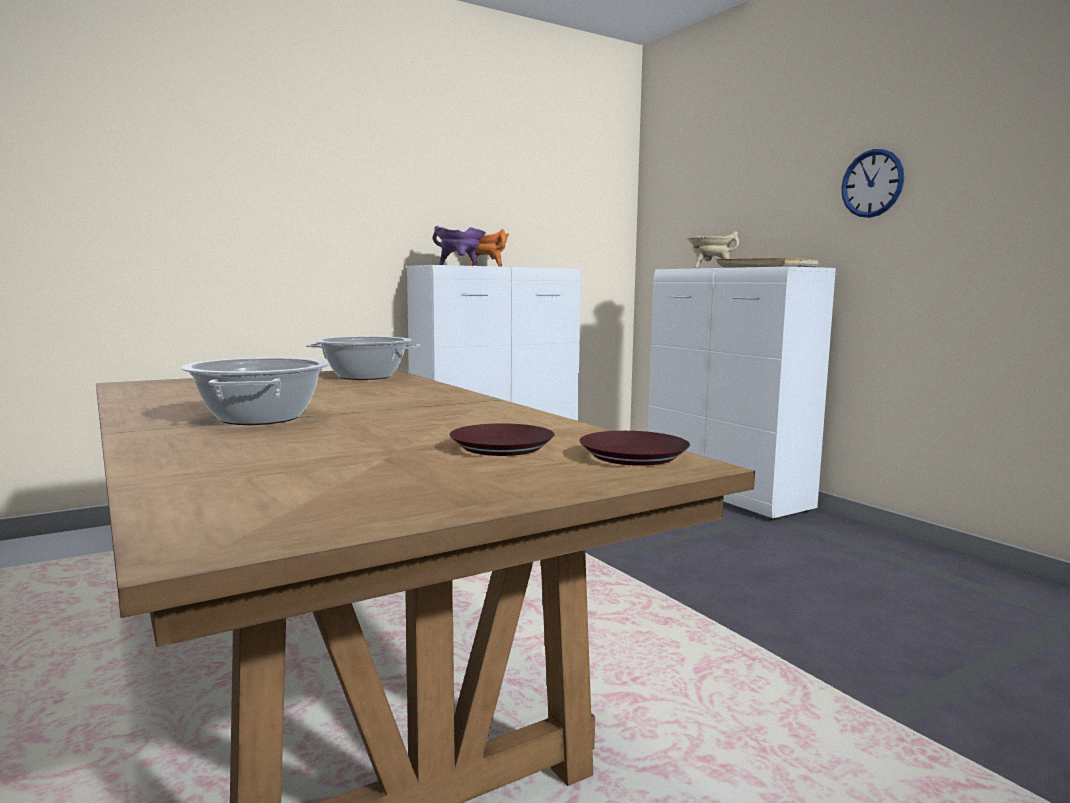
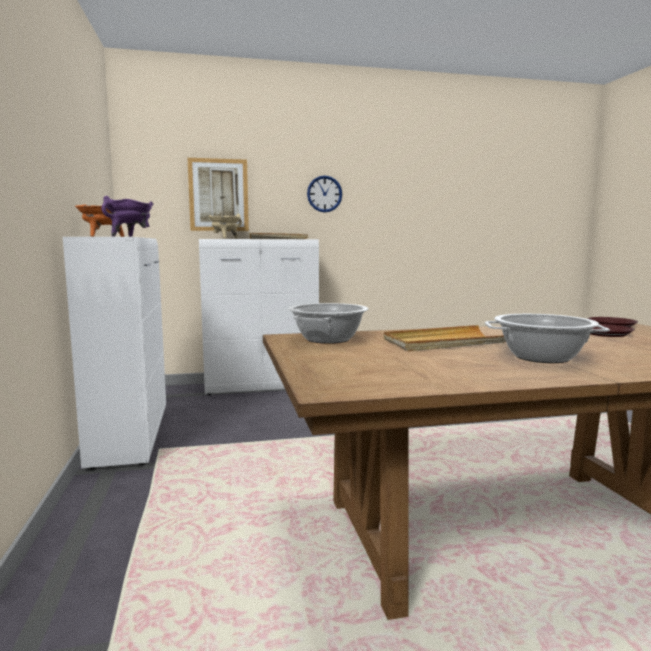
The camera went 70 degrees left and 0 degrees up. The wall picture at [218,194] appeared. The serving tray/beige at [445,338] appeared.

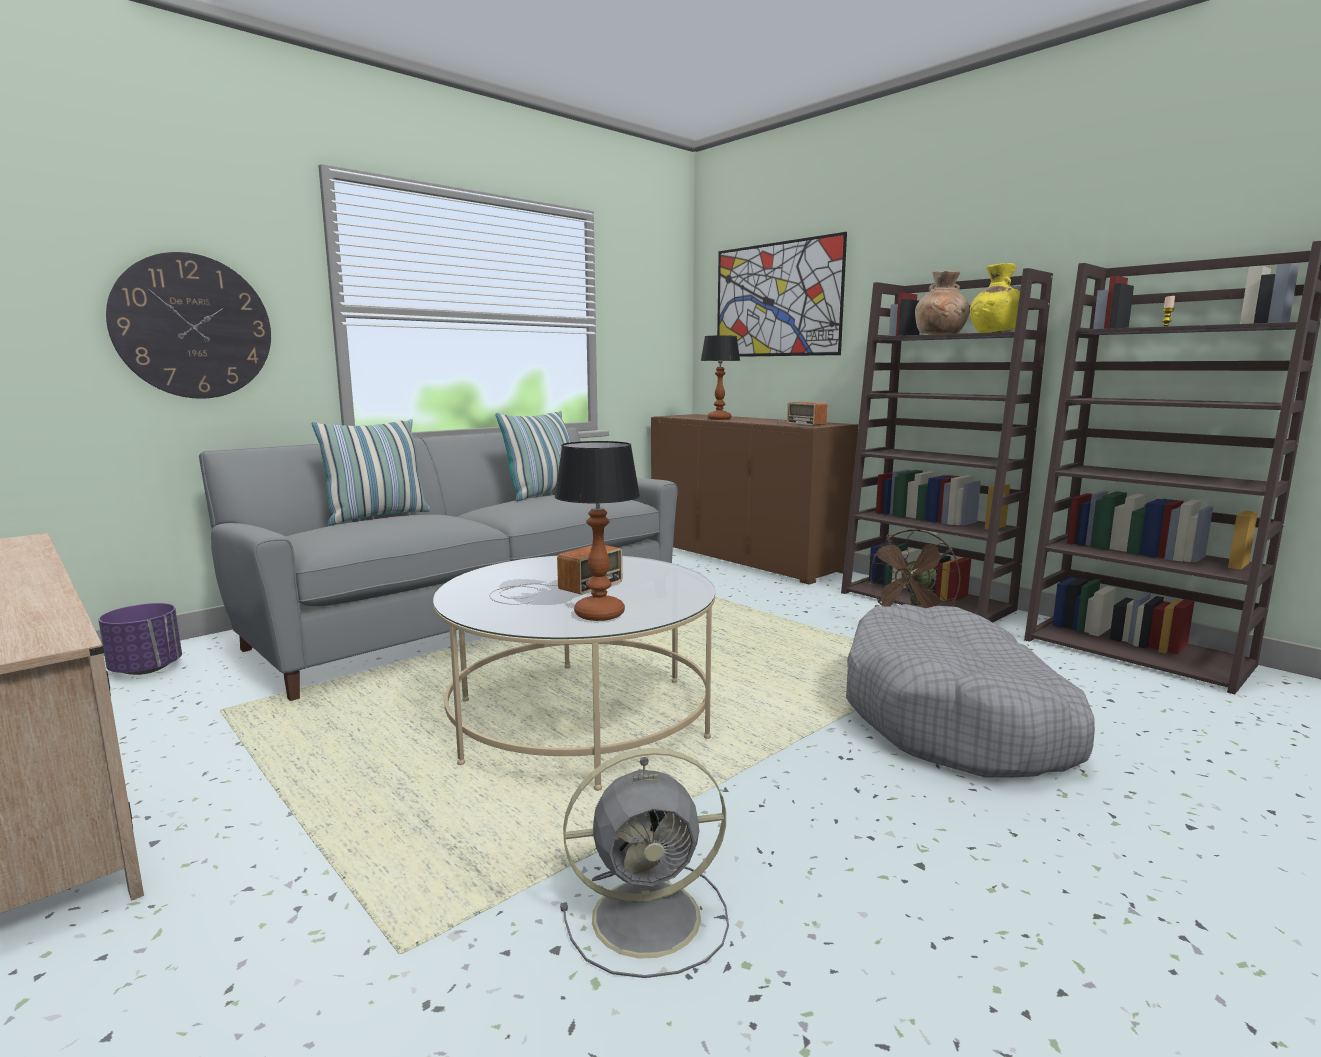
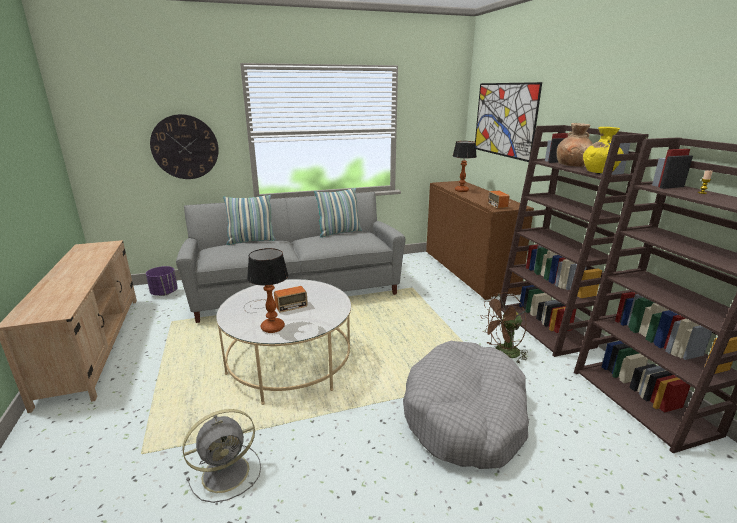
The camera went 25 degrees right and 10 degrees up. The electric fan/gray at [644,863] turned 45 degrees counterclockwise.

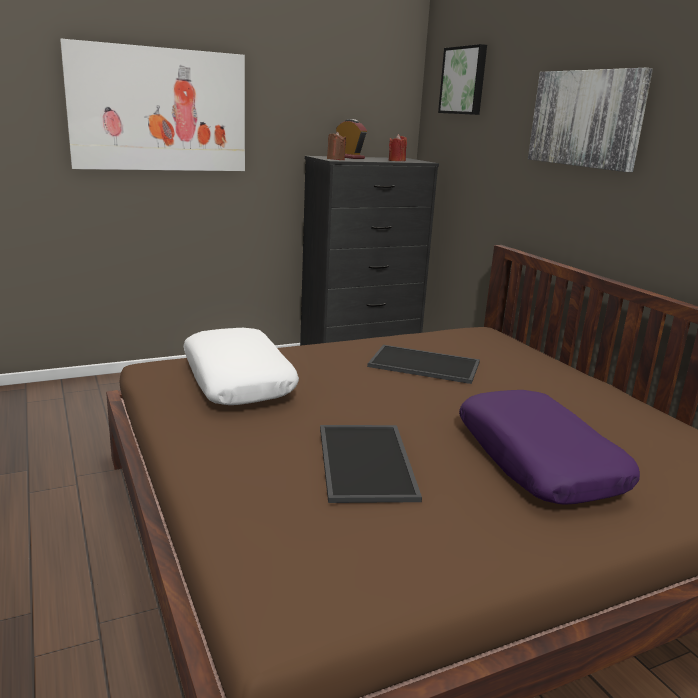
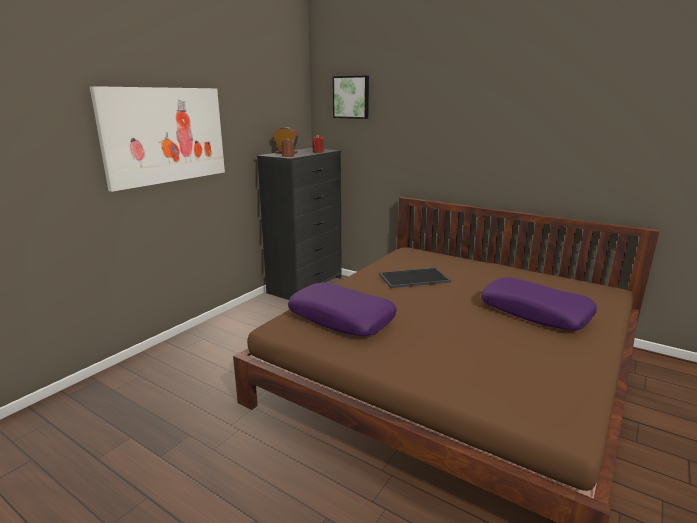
The camera went 30 degrees left and 0 degrees up. The serving tray at [371,464] disappeared. The wall picture at [590,120] disappeared. The pillow/whitish at [241,366] became the pillow/purple at [342,309].

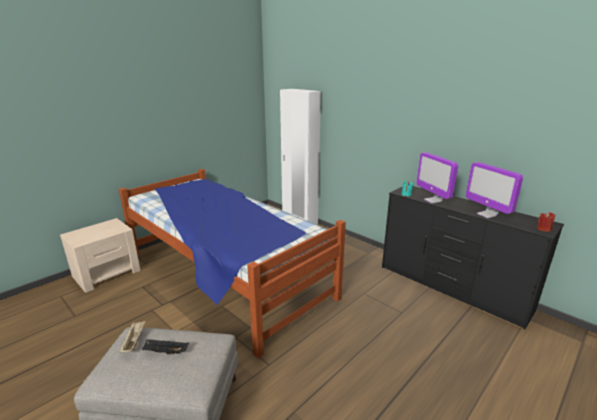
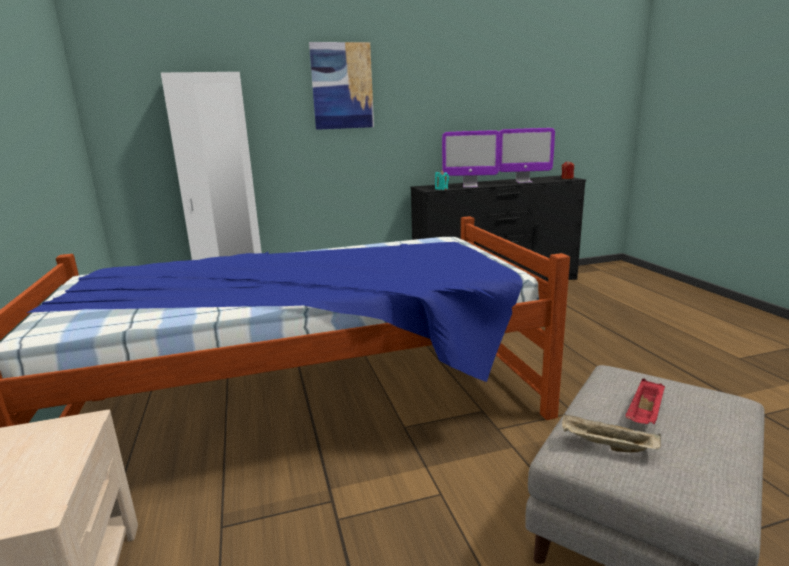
The camera went 60 degrees left and 5 degrees down. The wall picture at [341,86] appeared. The serving tray/black at [165,347] became the serving tray/red-coloured at [645,401].

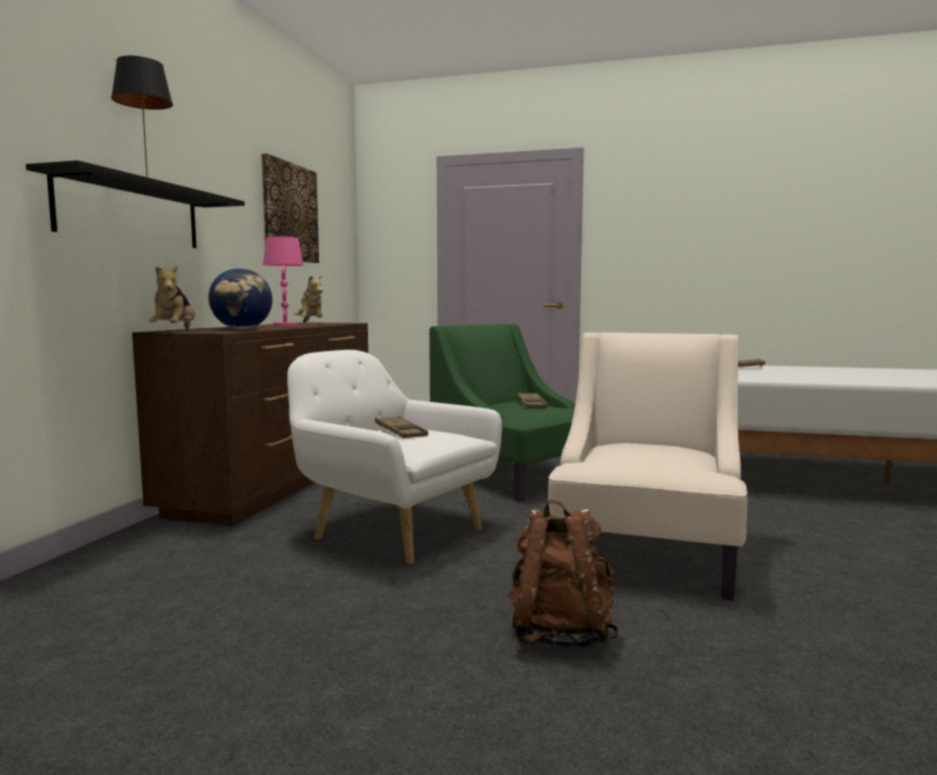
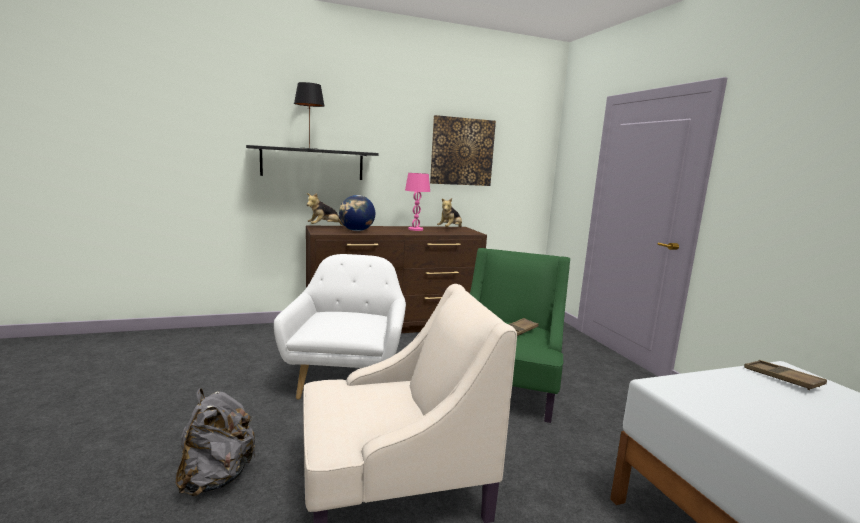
The camera went 55 degrees right and 5 degrees up. The serving tray/brownish at [401,427] disappeared. The rucksack/brownish at [563,574] became the rucksack/gray at [216,442].

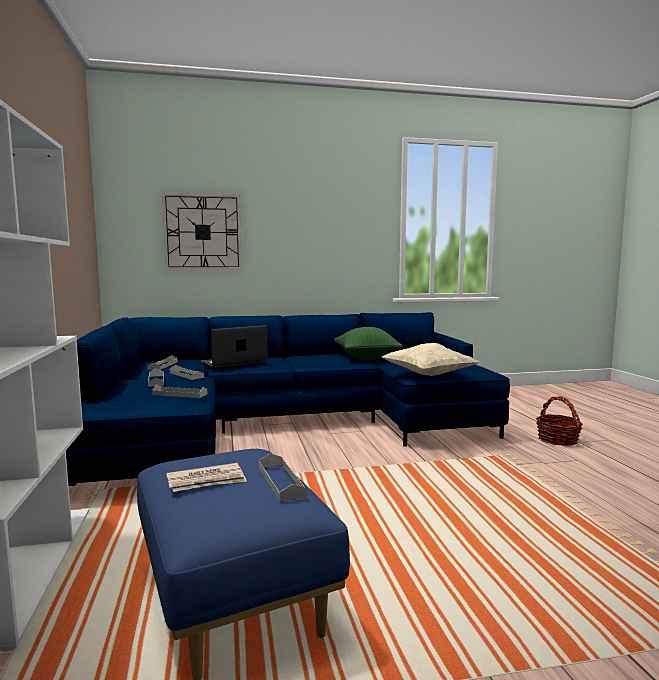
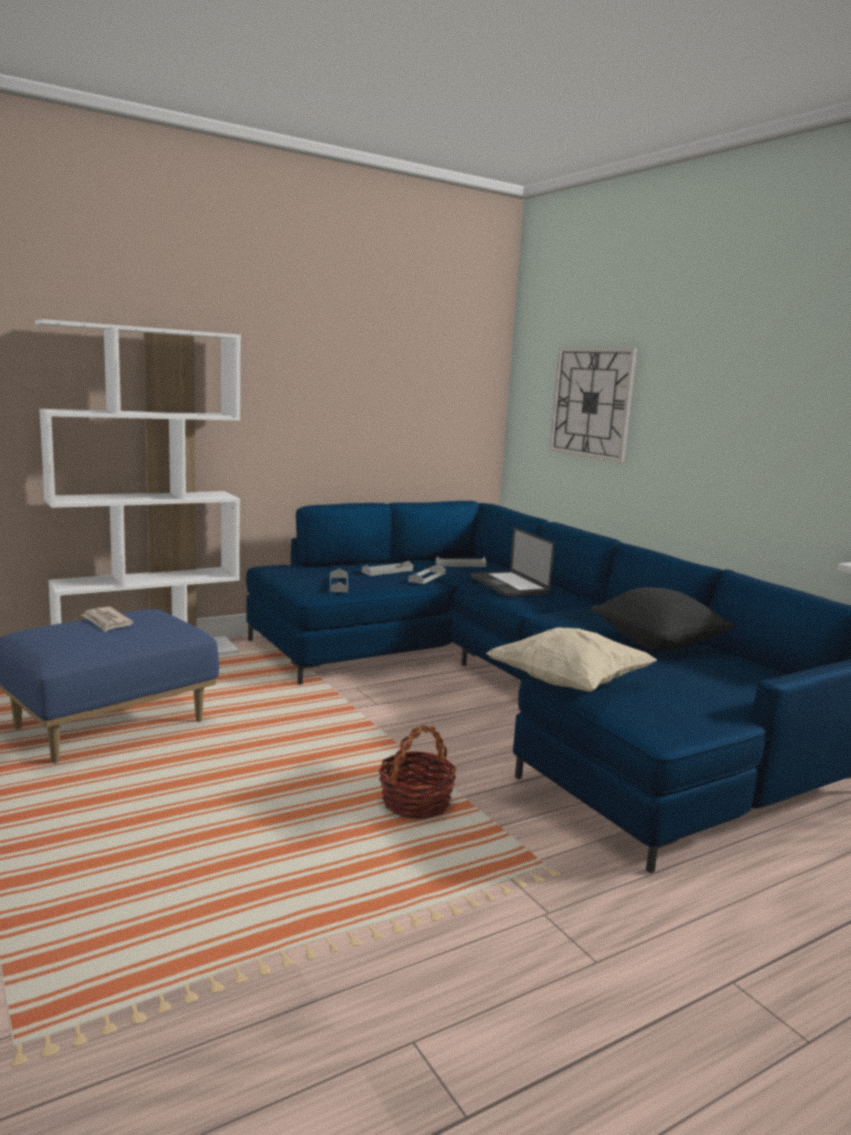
The camera went 70 degrees right and 5 degrees up. The serving tray/gray at [283,477] disappeared. The household basket moved from [559,421] to [417,772]. The pillow/greenish at [368,343] became the pillow/black at [662,619]. The laptop at [234,347] turned 150 degrees counterclockwise.

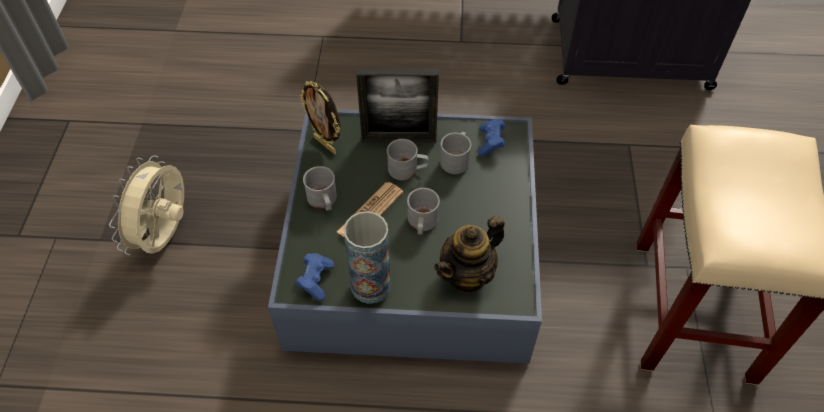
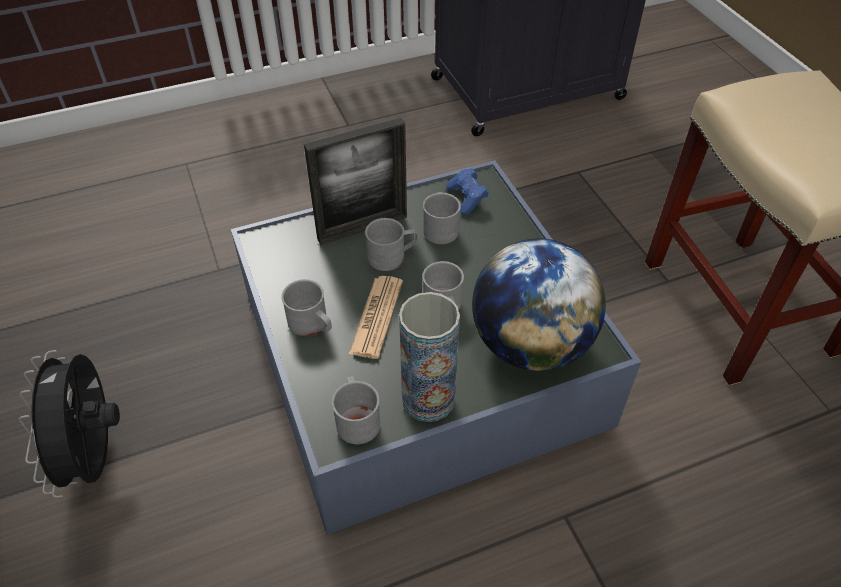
The camera went 25 degrees left and 5 degrees down. The picture frame at [320,117] disappeared. The game controller/blue-coloured at [315,277] was replaced by the mug/gray at [356,410]. The teapot at [469,254] was replaced by the globe at [539,304]. The electric fan/beige at [146,205] became the electric fan/black at [69,424].

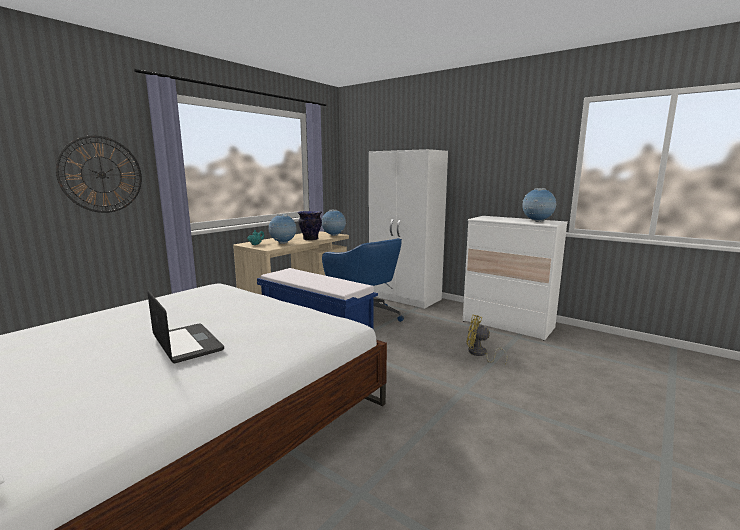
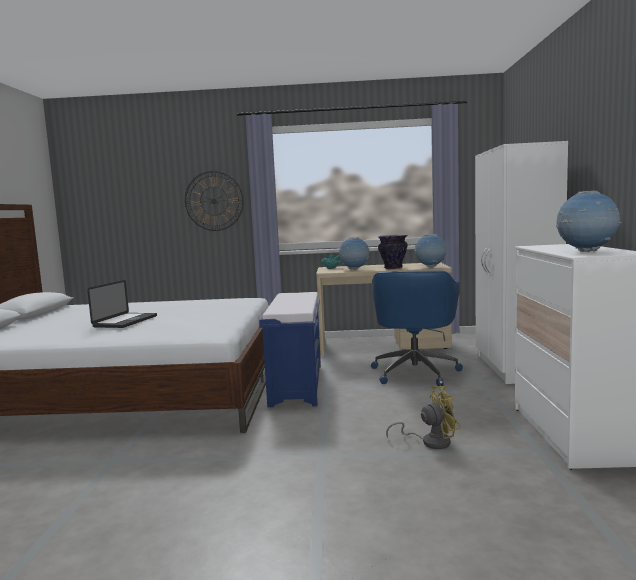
The camera went 55 degrees right and 5 degrees down. The electric fan/yellowish at [487,339] turned 90 degrees clockwise.

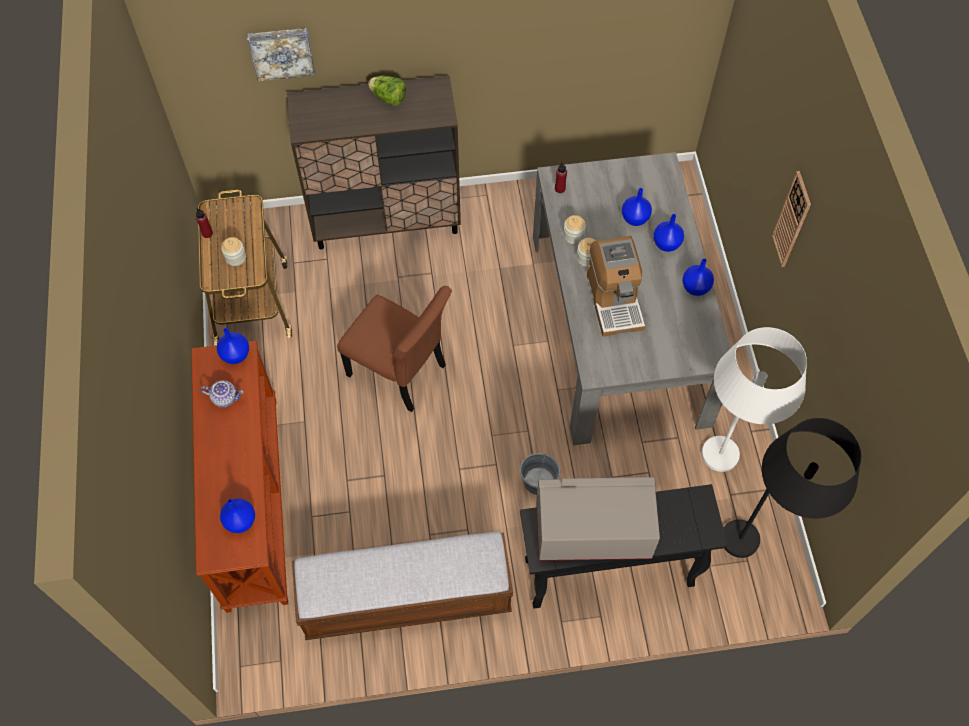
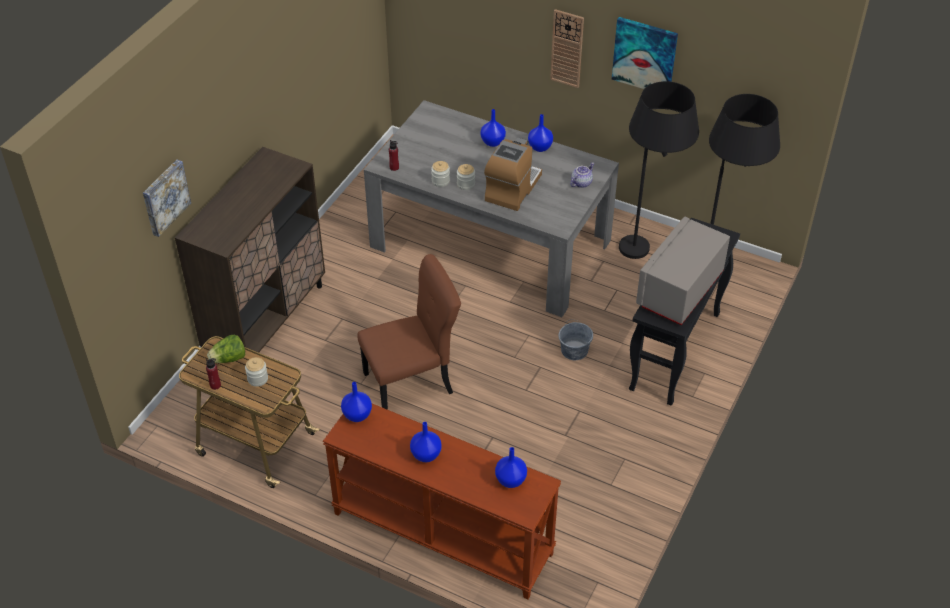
The camera went 55 degrees left and 15 degrees down. The indoor bench at [402,585] disappeared. The wall picture at [645,53] appeared. The teapot moved from [222,394] to [582,175]. The lettuce head moved from [387,91] to [226,349]. The vase/blue-coloured moved from [637,207] to [426,442]. The floor lamp/whitish at [754,399] became the floor lamp/black at [659,170]. The coffee machine at [616,286] turned 90 degrees counterclockwise.

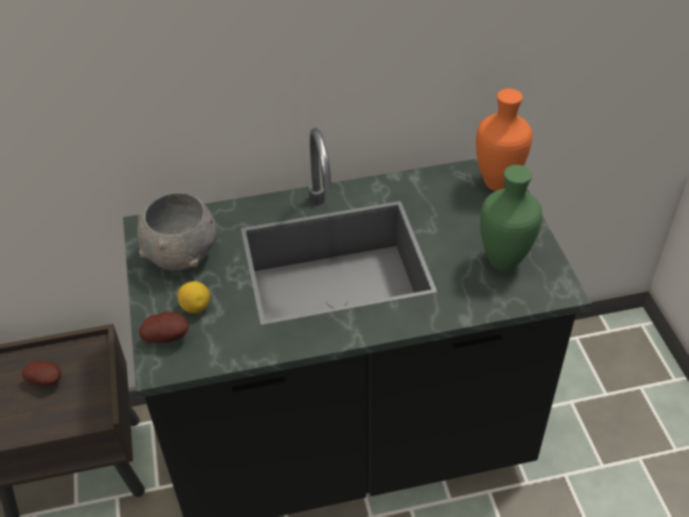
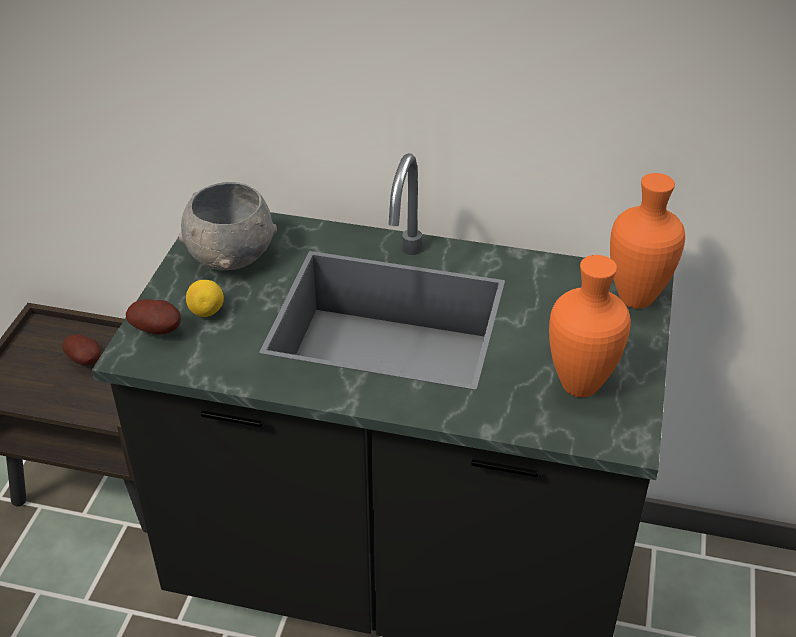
The camera went 25 degrees right and 5 degrees down. The vase/greenish at [511,218] became the vase/orange-coloured at [590,326].

